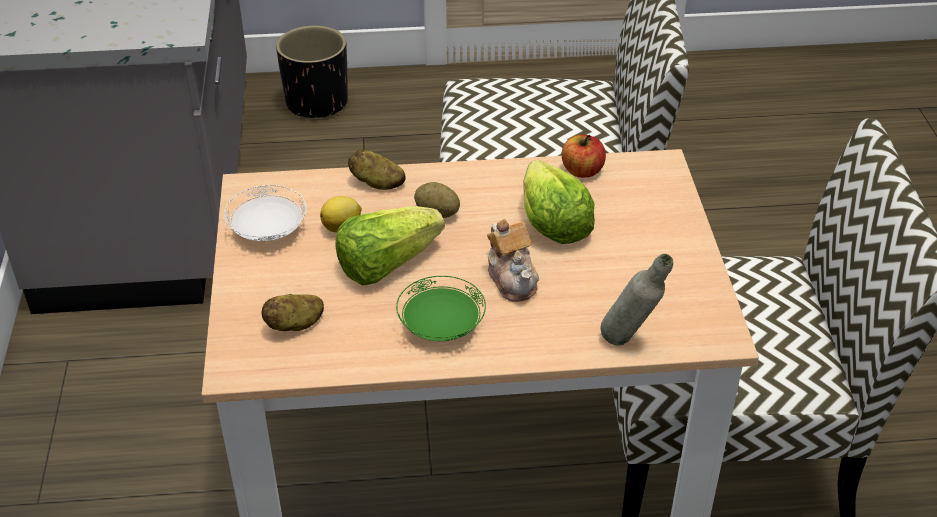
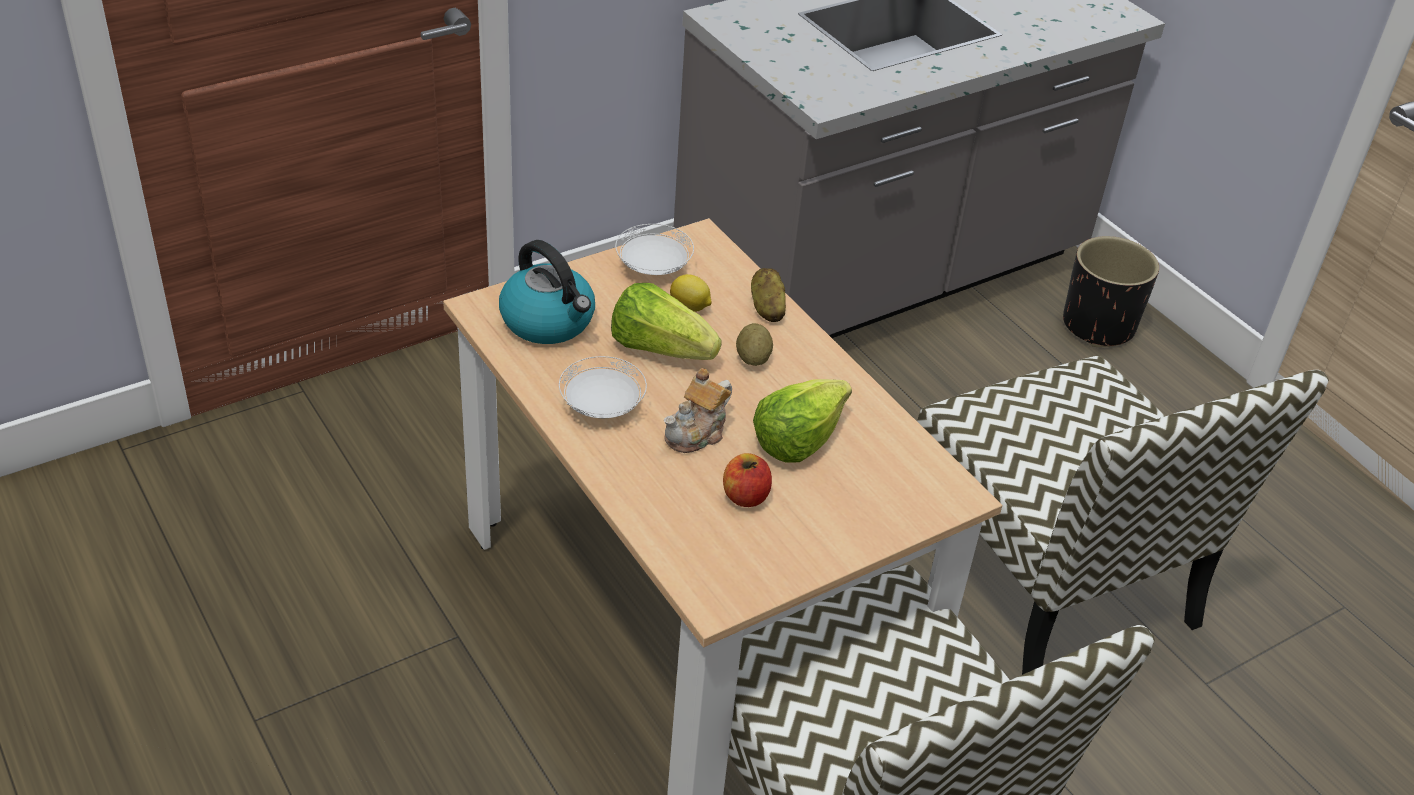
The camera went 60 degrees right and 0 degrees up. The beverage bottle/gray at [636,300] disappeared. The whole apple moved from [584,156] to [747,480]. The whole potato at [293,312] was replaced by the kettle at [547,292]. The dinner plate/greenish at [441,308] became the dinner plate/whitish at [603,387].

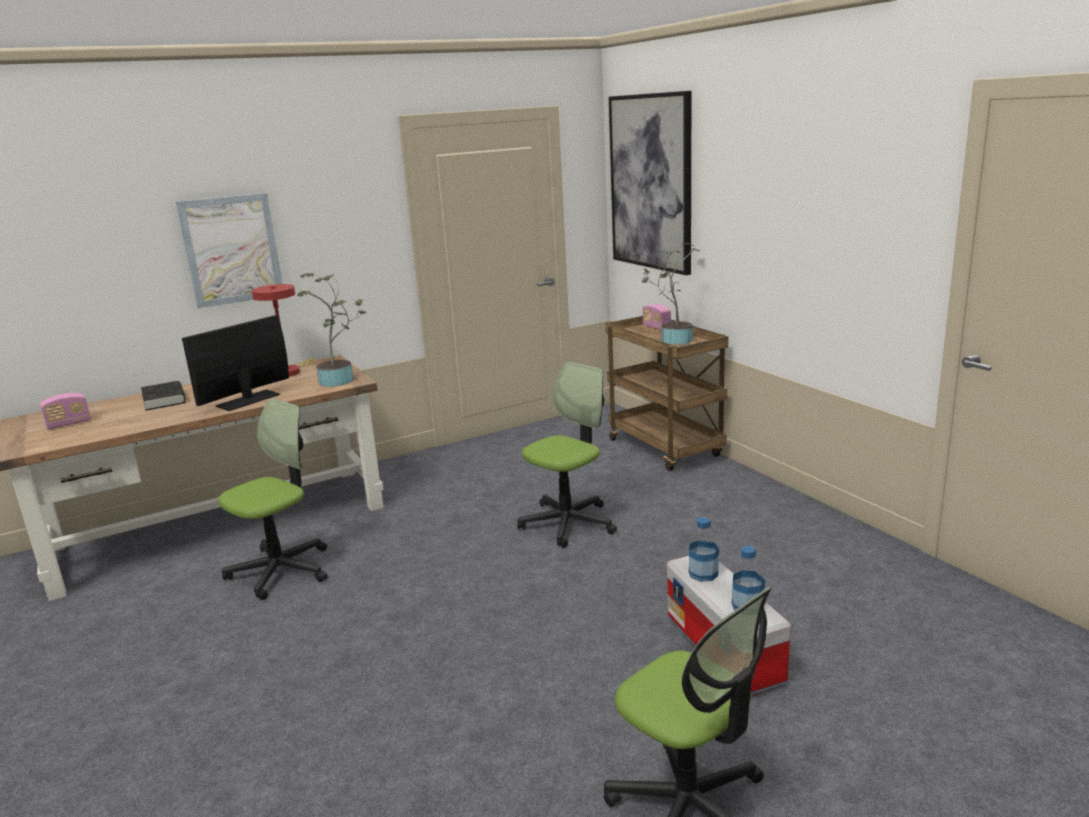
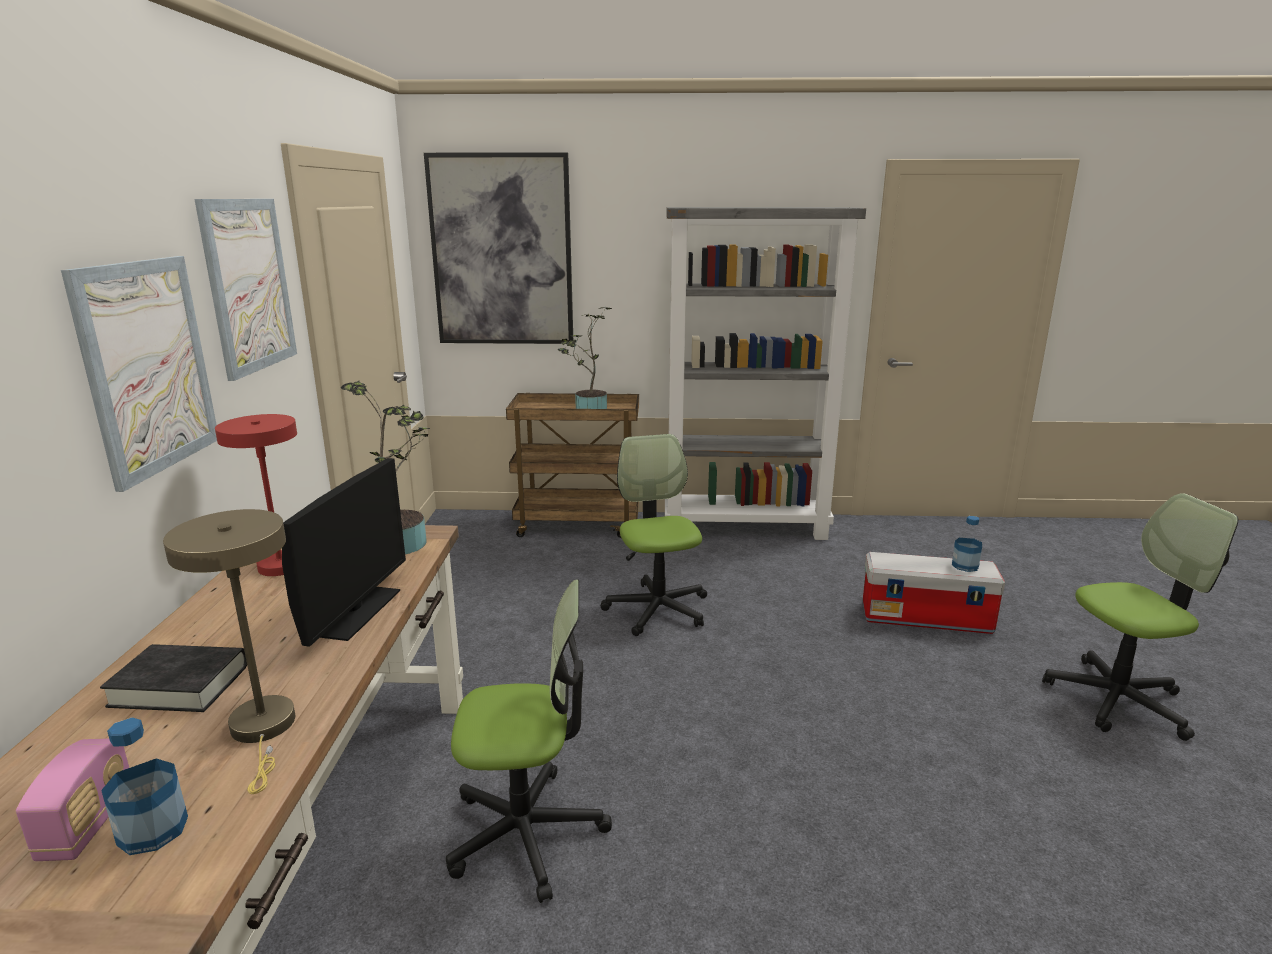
The camera went 60 degrees left and 0 degrees up. The radio at [657,317] disappeared. The table lamp/beige at [229,651] appeared. The wall picture at [246,290] appeared. The bookshelf/gray at [765,373] appeared. The beverage bottle moved from [704,549] to [144,786]. The computer screen at [235,363] turned 150 degrees counterclockwise. The desk chair at [273,499] turned 105 degrees clockwise.

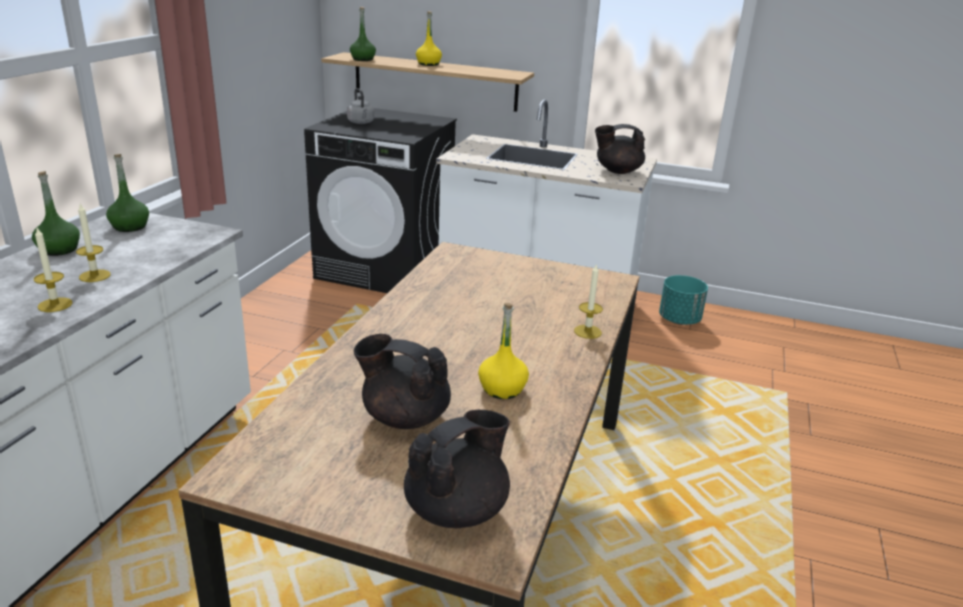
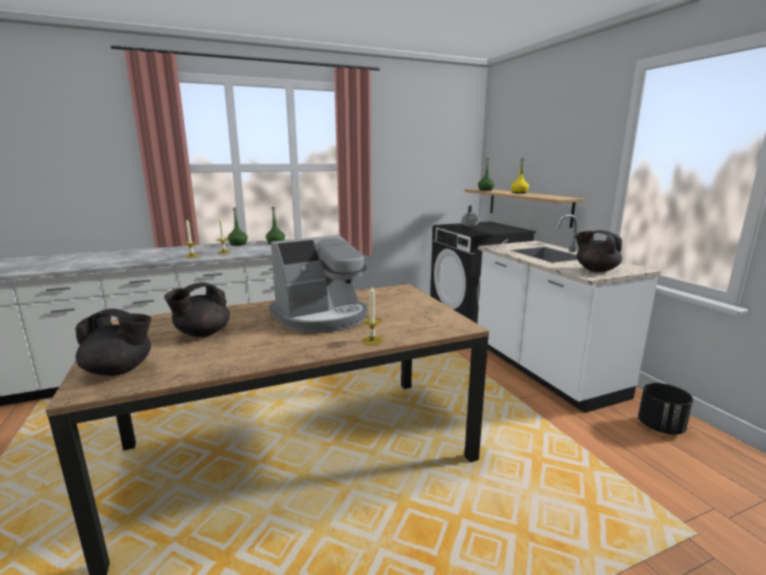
The camera went 50 degrees right and 10 degrees down. The beverage bottle/yellowish at [503,351] disappeared. The coffee machine at [318,284] appeared. The planter/turquoise at [683,300] became the planter/black at [665,409]. The teapot/black at [402,381] turned 120 degrees counterclockwise.

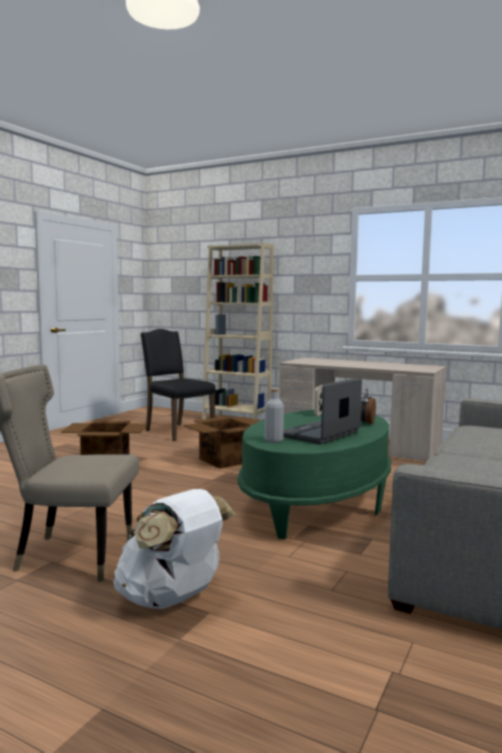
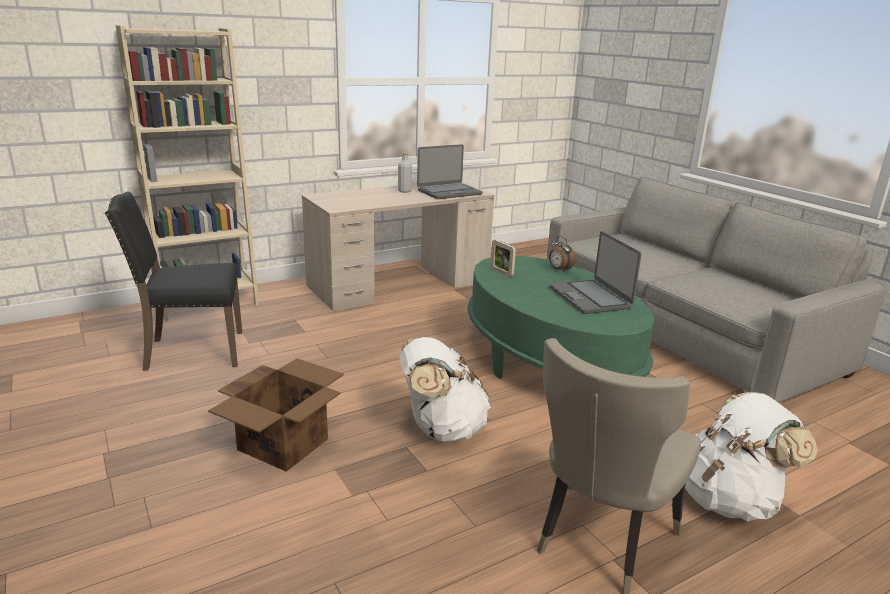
The camera went 60 degrees left and 15 degrees up. The carton at [221,443] disappeared. The rucksack/whitish at [445,389] appeared. The laptop at [449,171] appeared. The beverage bottle/gray moved from [274,416] to [405,173].

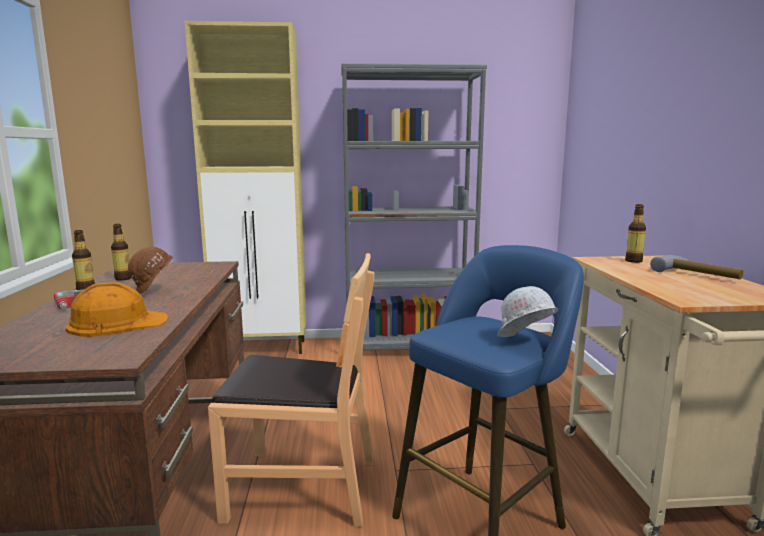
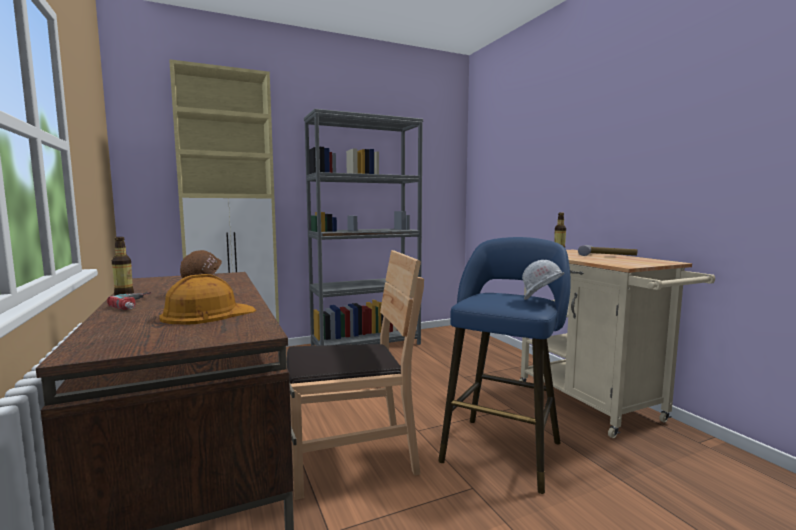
The camera went 20 degrees left and 5 degrees down. The beverage bottle at [121,252] disappeared.

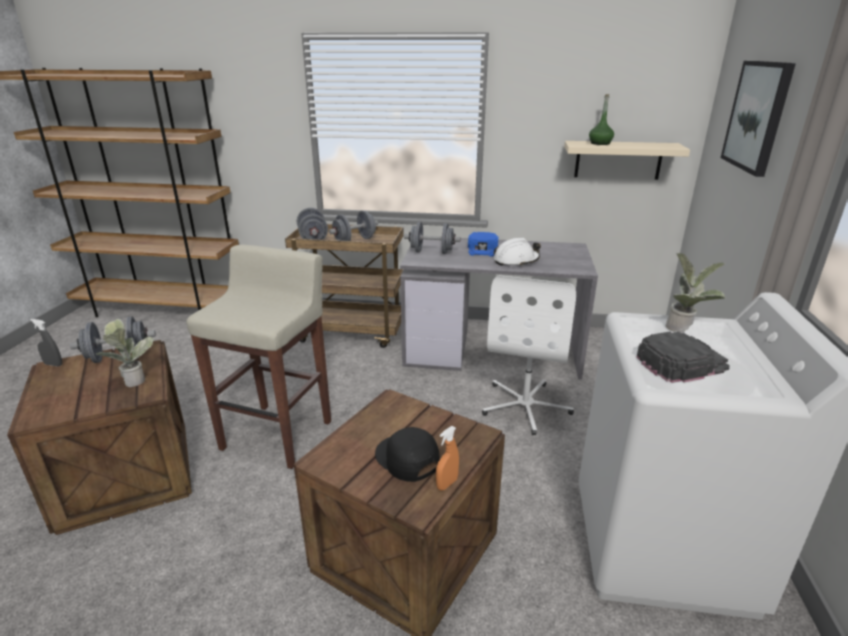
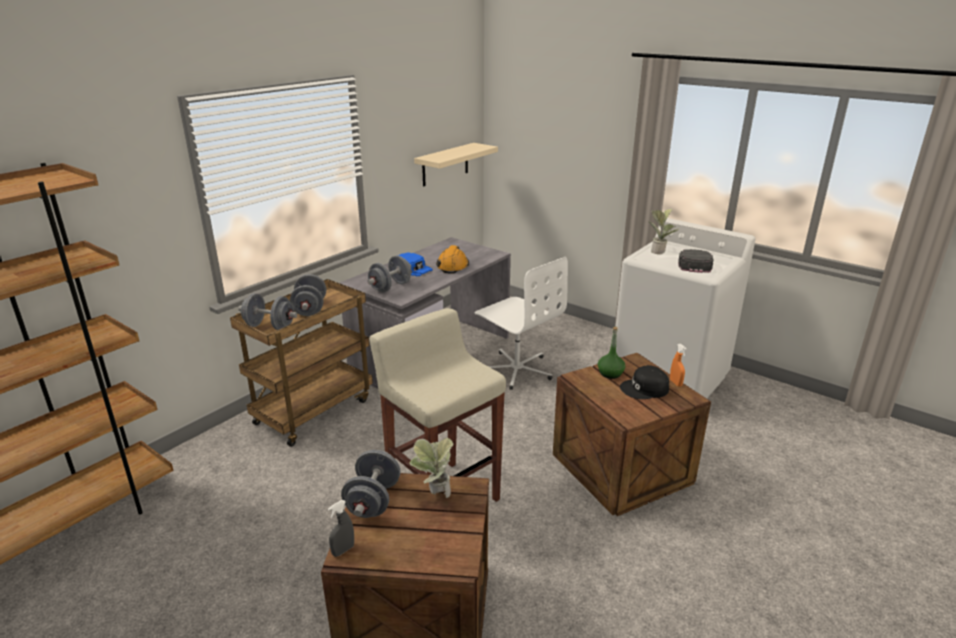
The camera went 60 degrees left and 0 degrees up. The wall picture at [758,119] disappeared. The beverage bottle/greenish moved from [601,119] to [611,353]. The work helmet/whitish at [517,252] became the work helmet/orange-coloured at [452,259].

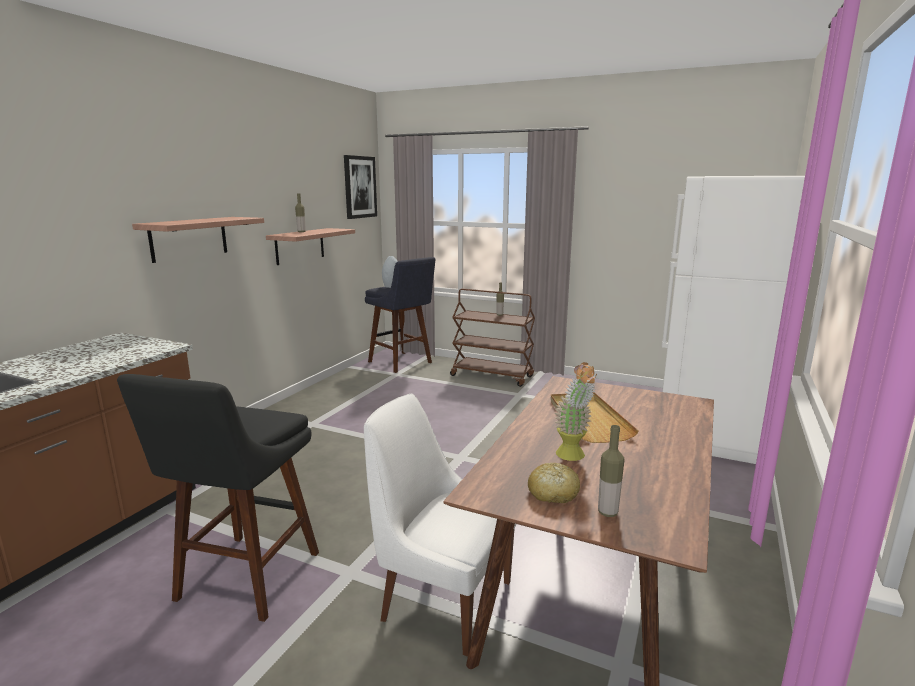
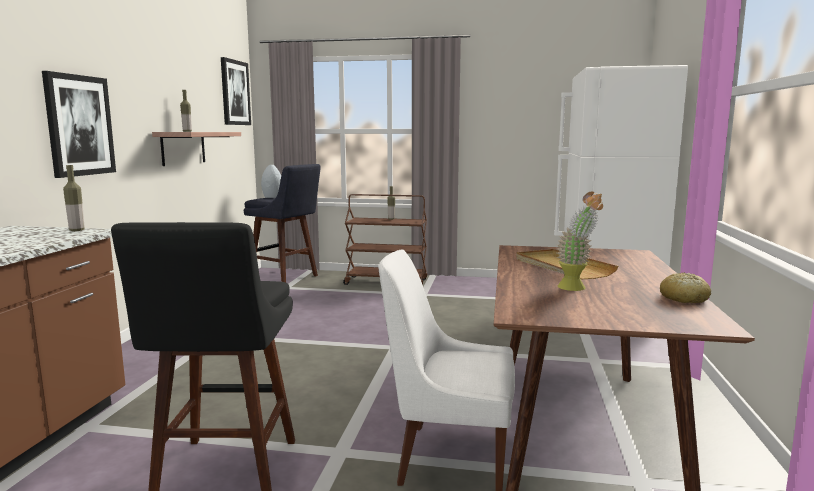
The camera went 15 degrees left and 5 degrees down. The baked bread moved from [554,483] to [685,287]. The beverage bottle moved from [611,471] to [74,198]. The shelf at [198,240] was replaced by the wall picture at [79,124].

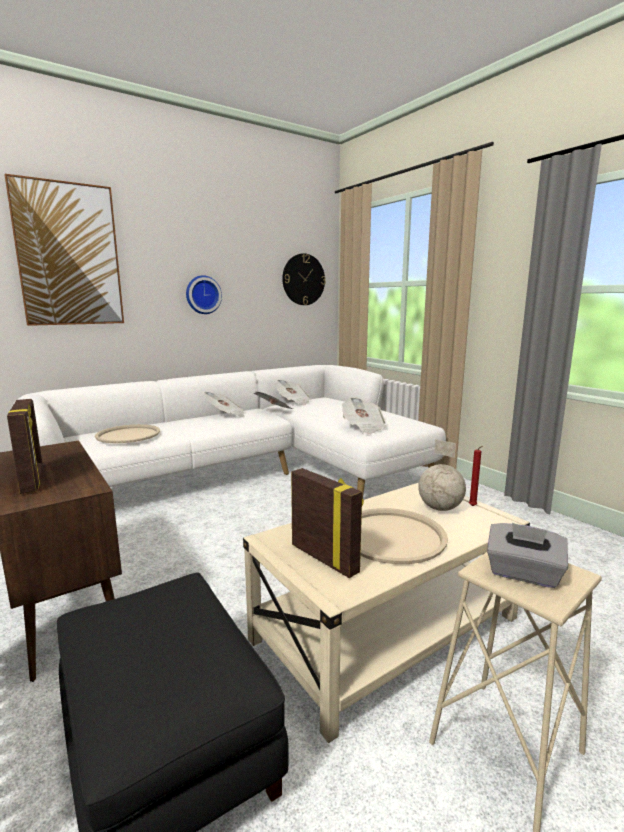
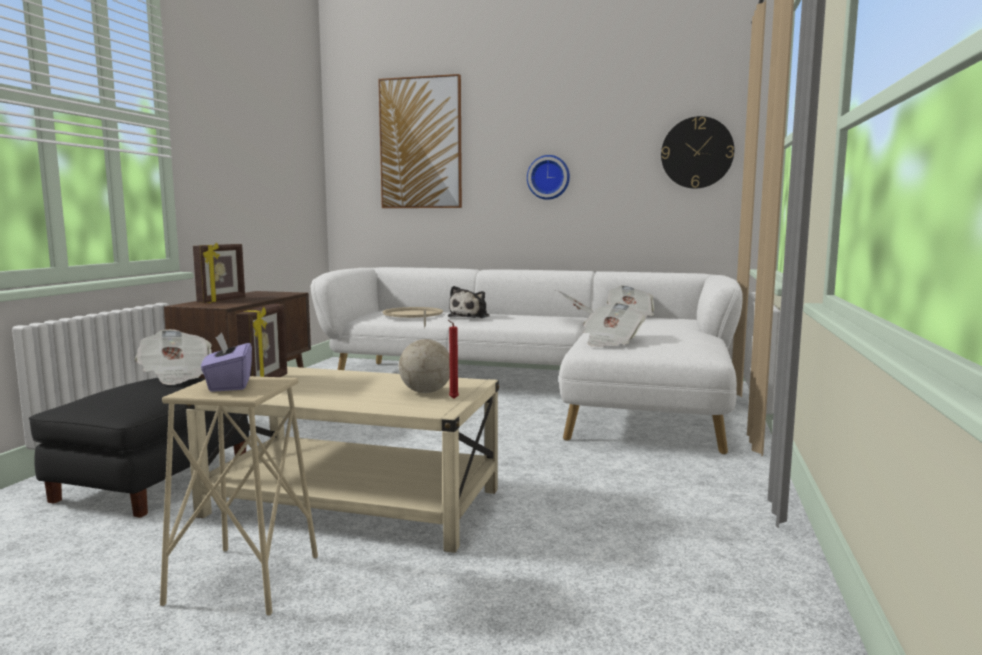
The camera went 50 degrees right and 5 degrees down. The serving tray/beige at [404,536] disappeared. The cuddly toy at [469,302] appeared. The newspaper moved from [224,404] to [173,357]. The tissue box/gray at [527,555] became the tissue box/purple at [226,362].

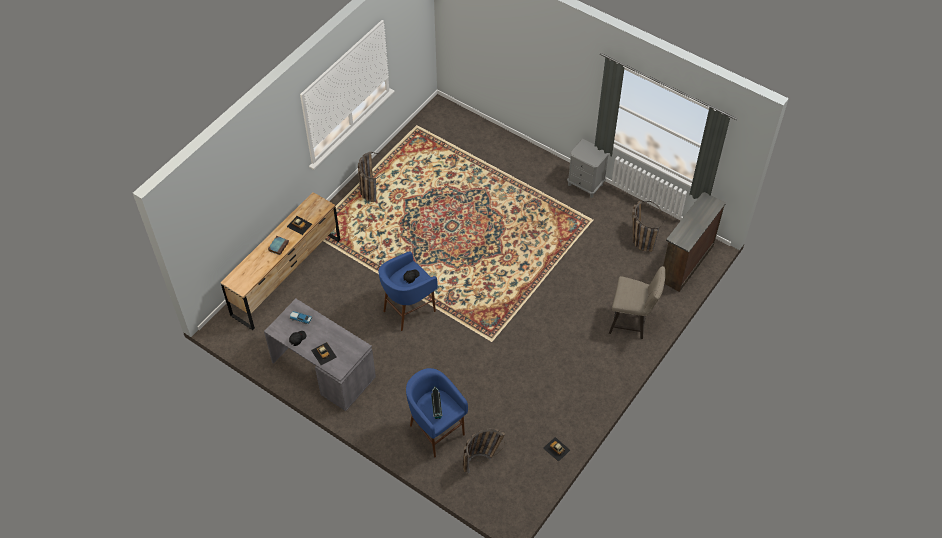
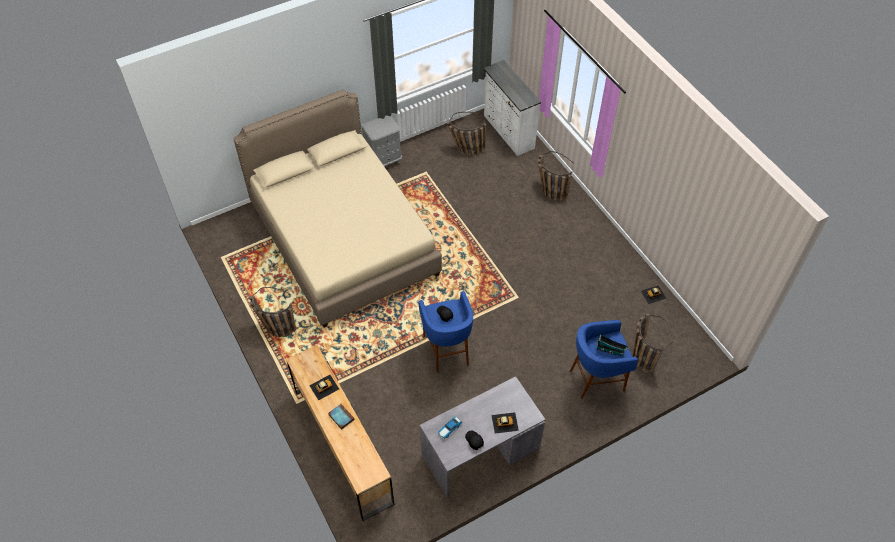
The camera went 65 degrees left and 0 degrees up. The sleeping bed/beige at [337,208] appeared. The stool seat/beige at [637,302] was replaced by the household basket at [556,176]. The drawer chest/brownish at [694,242] became the drawer chest/whitish at [512,108].

